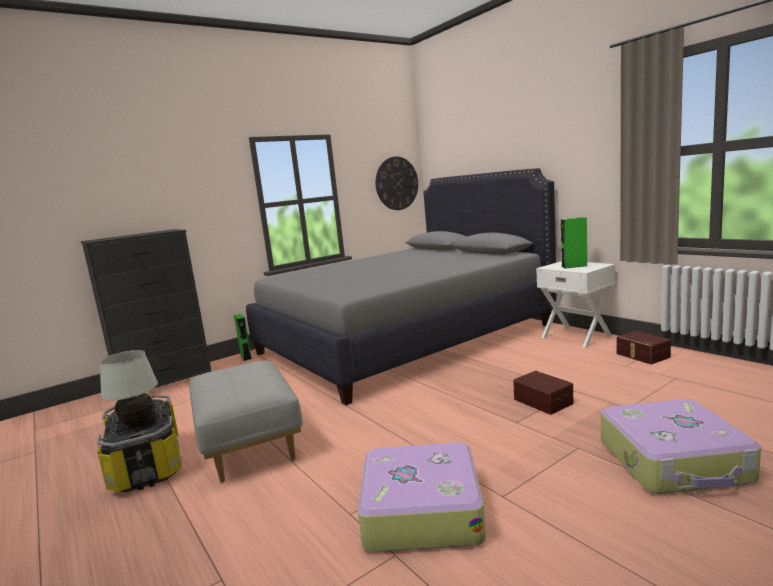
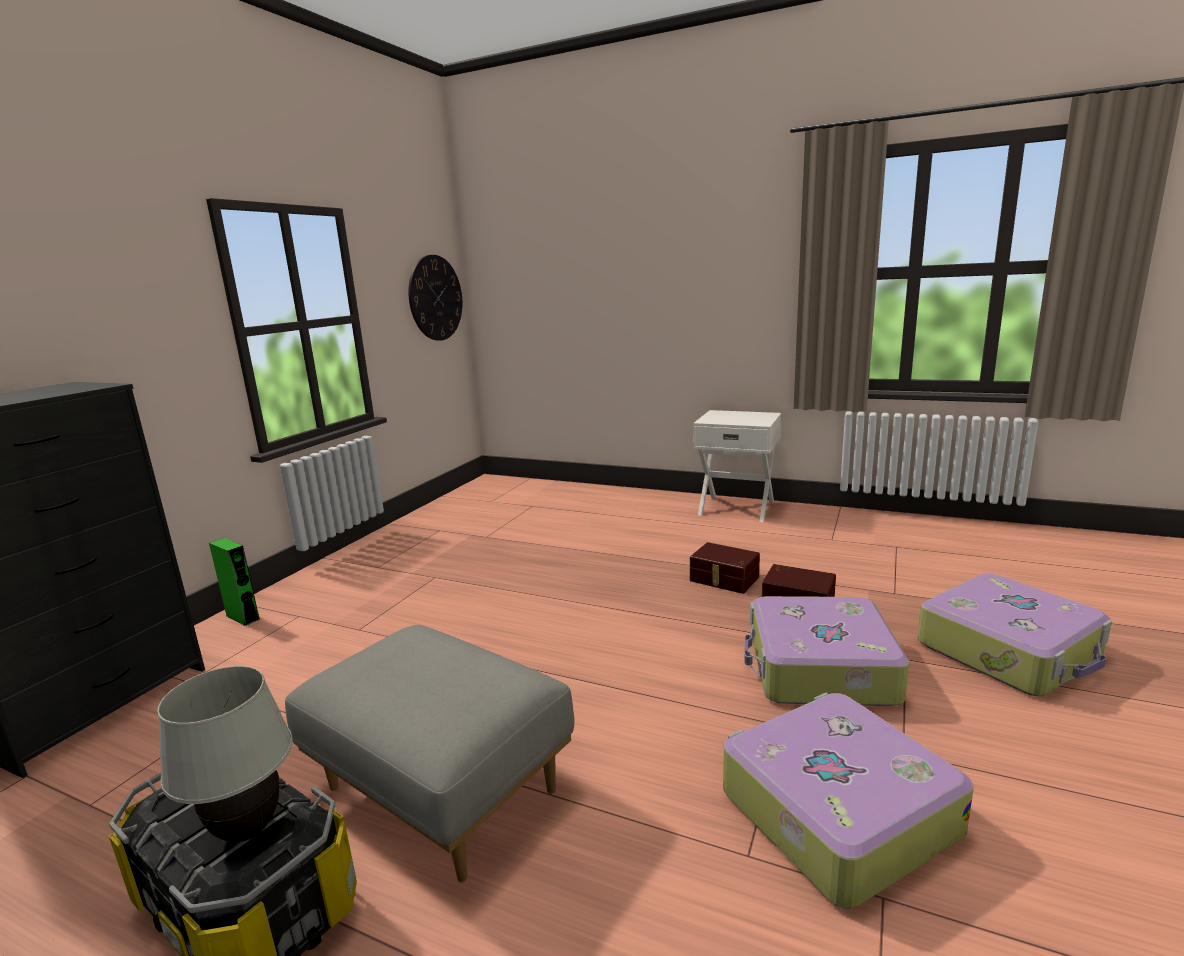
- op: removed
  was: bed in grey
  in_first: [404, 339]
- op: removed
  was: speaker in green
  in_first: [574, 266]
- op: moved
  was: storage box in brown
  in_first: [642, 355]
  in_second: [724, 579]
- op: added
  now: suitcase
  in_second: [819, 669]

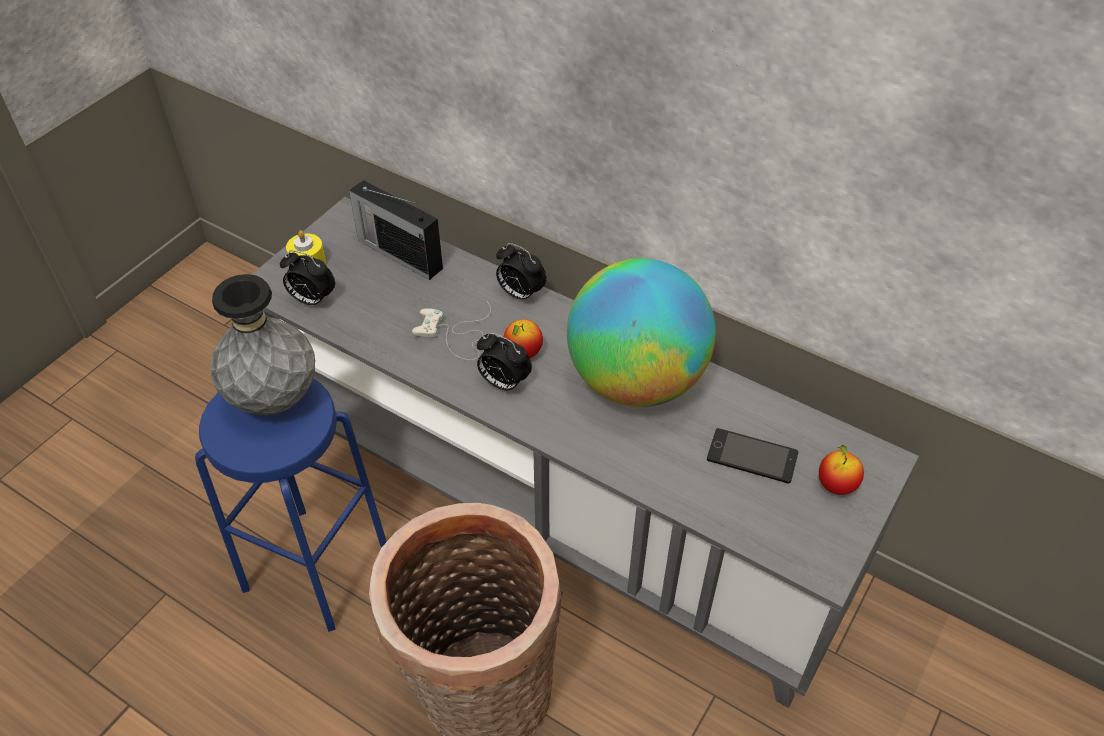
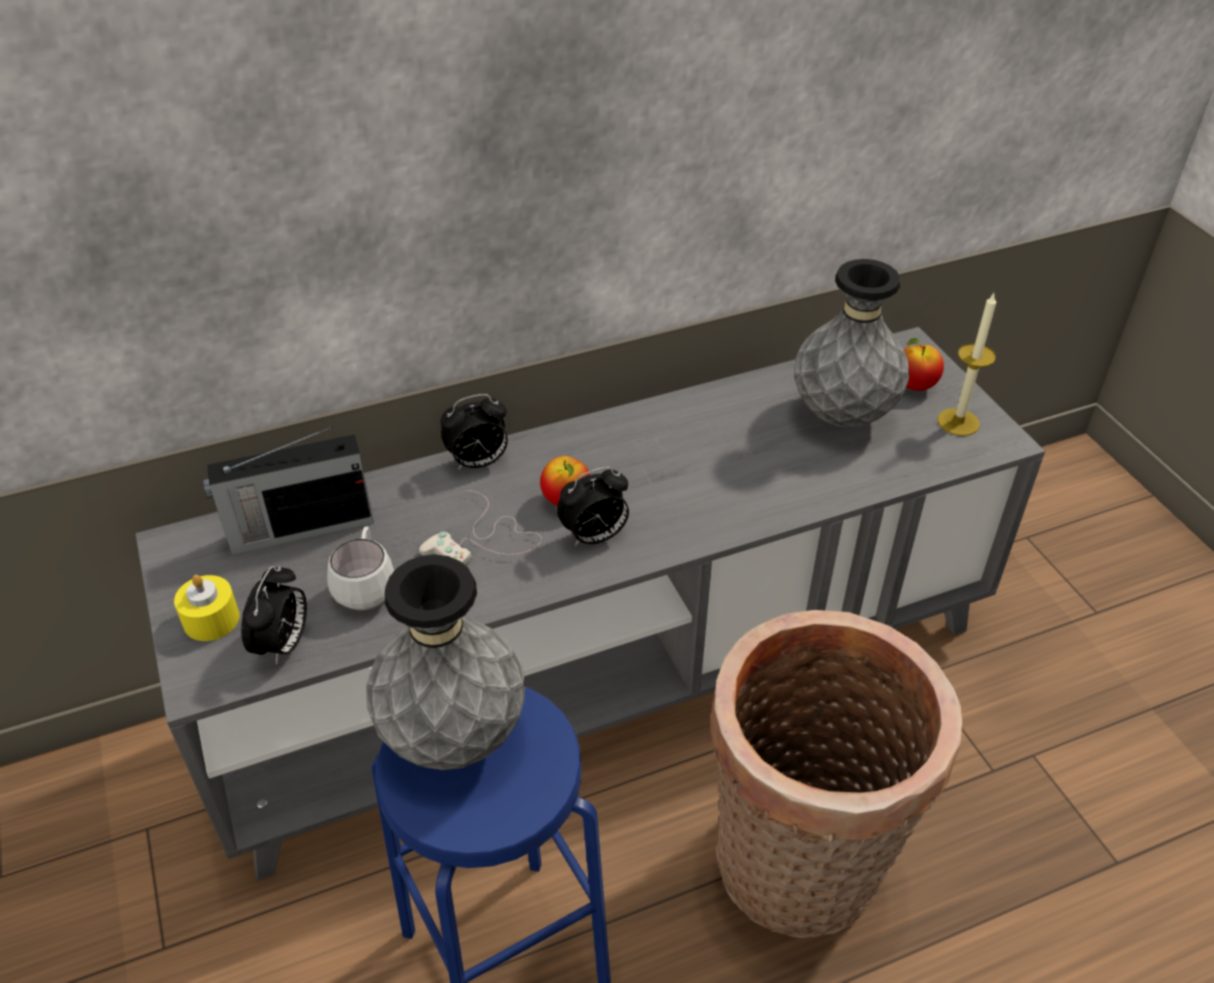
- op: turned
  was: alarm clock
  in_first: [312, 300]
  in_second: [283, 645]
  clockwise: -45
- op: removed
  was: globe
  in_first: [636, 380]
- op: replaced
  was: phone
  now: vase in grey
  in_first: [752, 456]
  in_second: [843, 416]
- op: added
  now: mug in white
  in_second: [367, 586]
- op: added
  now: candle
  in_second: [958, 422]

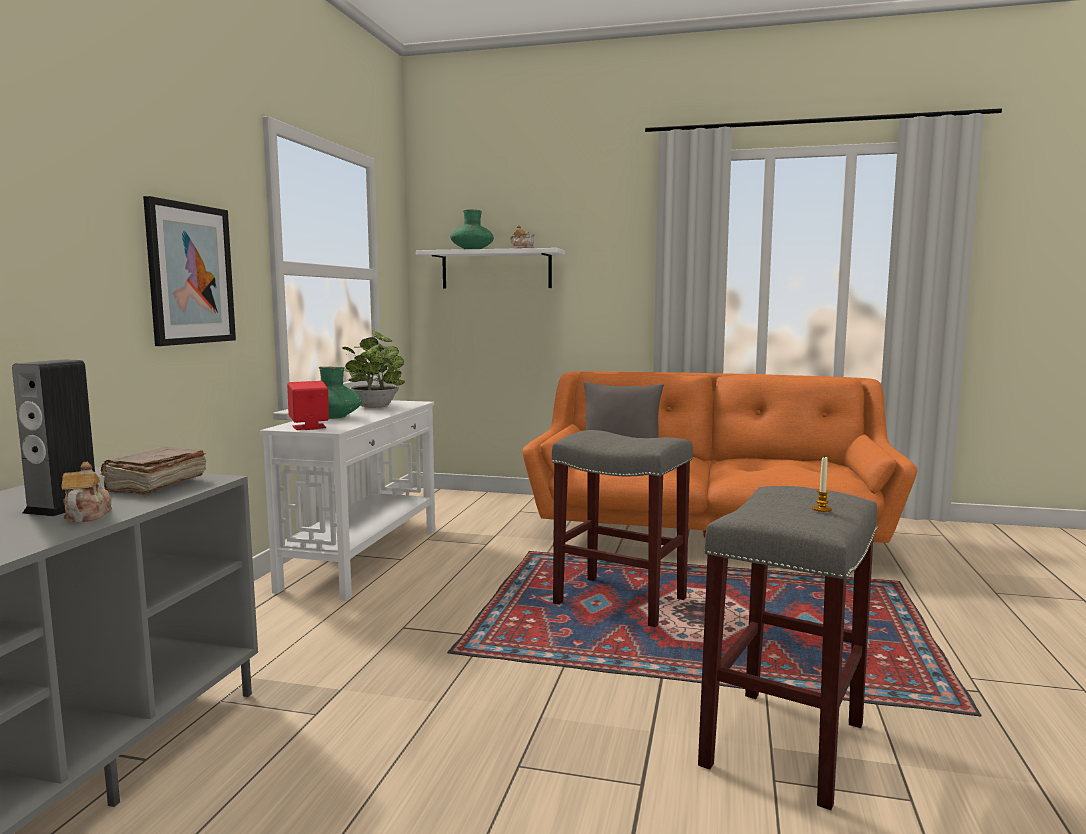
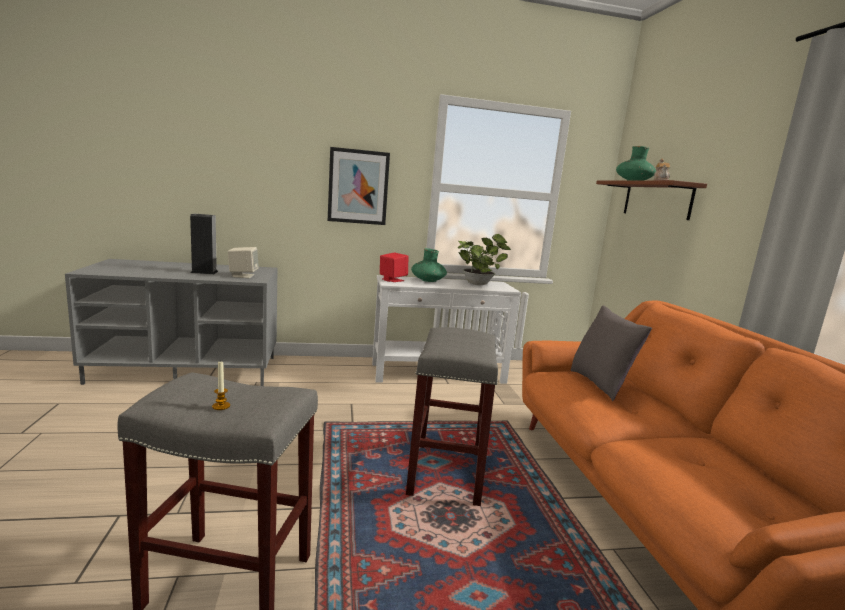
- op: removed
  was: teapot
  in_first: [87, 515]
- op: replaced
  was: book in brown
  now: speaker in beige
  in_first: [155, 485]
  in_second: [243, 276]
- op: recoloured
  was: shelf in white
  now: shelf in brown
  in_first: [496, 270]
  in_second: [656, 200]

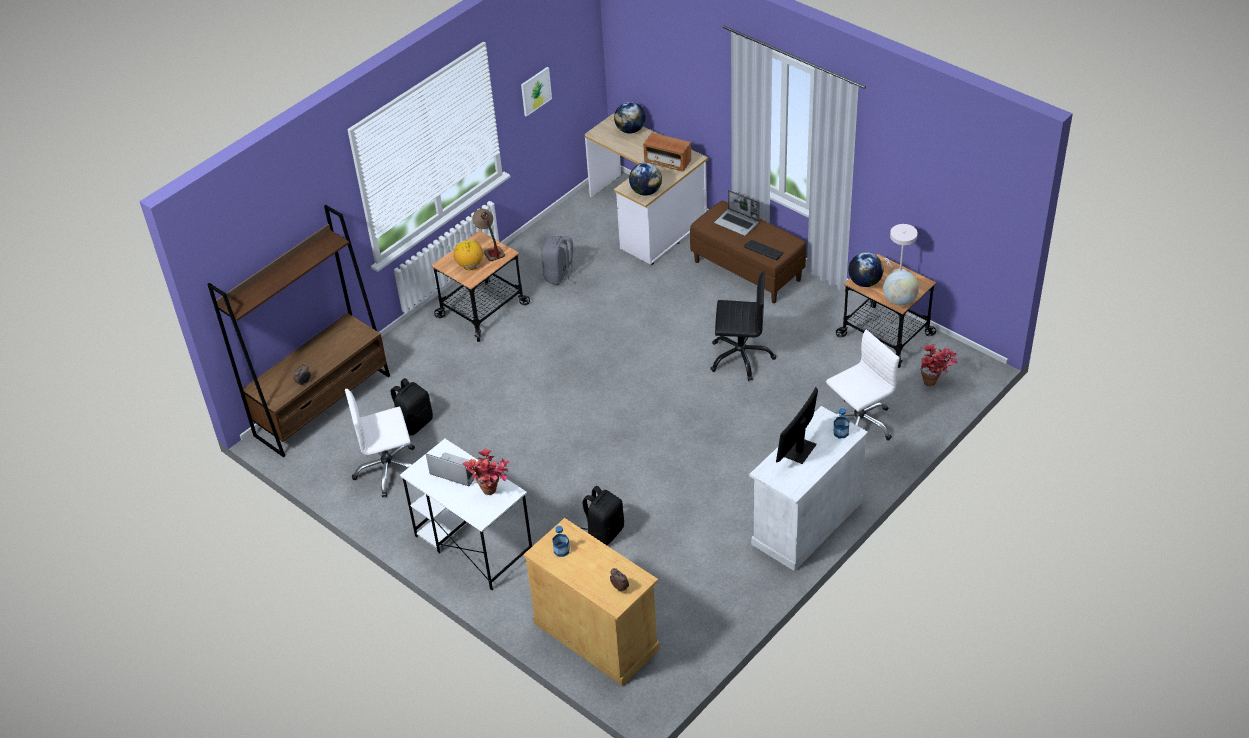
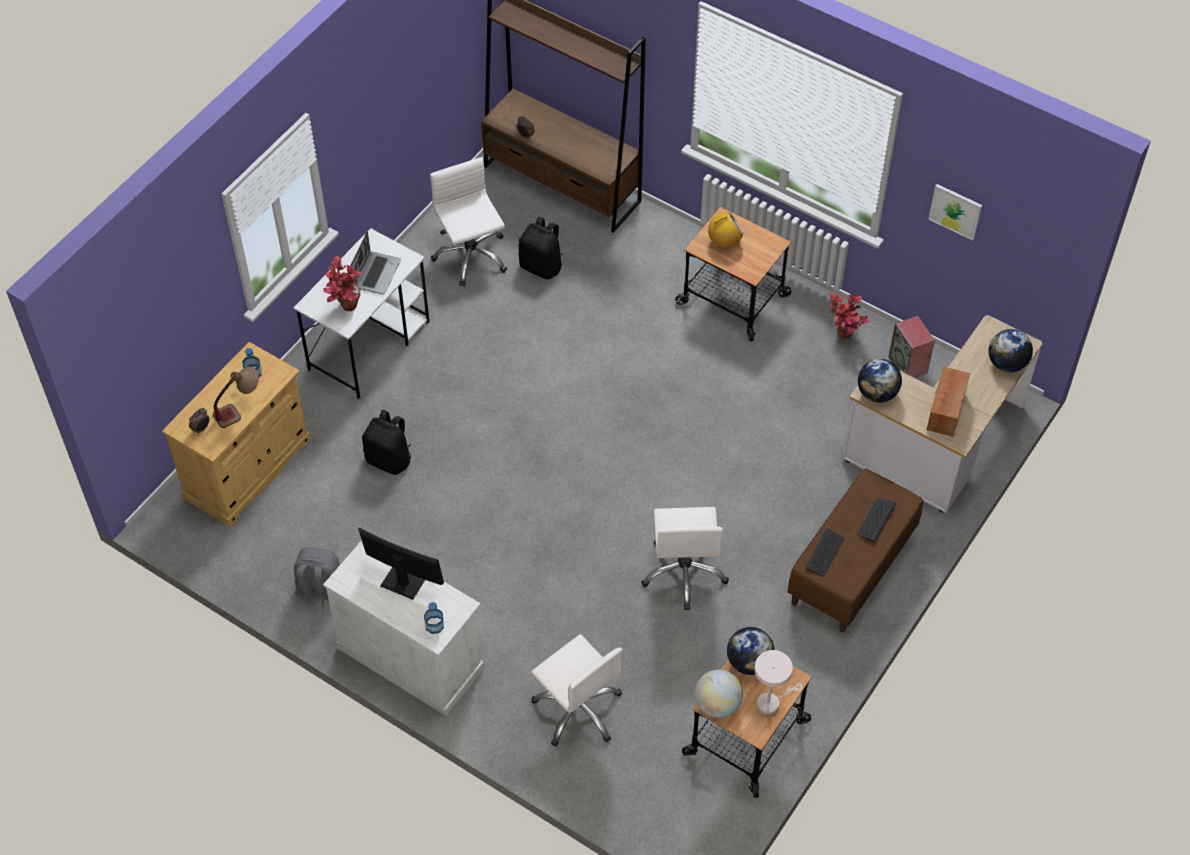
- op: moved
  was: table lamp
  in_first: [490, 248]
  in_second: [239, 410]
- op: moved
  was: backpack in grey
  in_first: [560, 276]
  in_second: [320, 592]
- op: recoloured
  was: office chair in black
  now: office chair in white
  in_first: [741, 357]
  in_second: [684, 572]
- op: replaced
  was: laptop
  now: keyboard
  in_first: [737, 223]
  in_second: [876, 520]
- op: moved
  was: potted plant
  in_first: [934, 383]
  in_second: [844, 338]
- op: added
  now: speaker
  in_second: [908, 365]

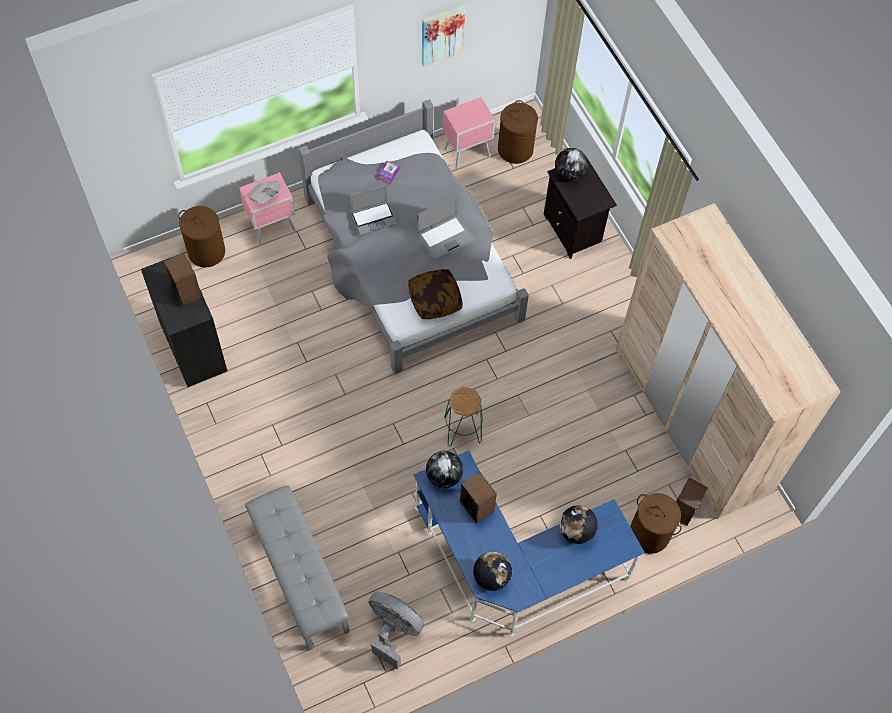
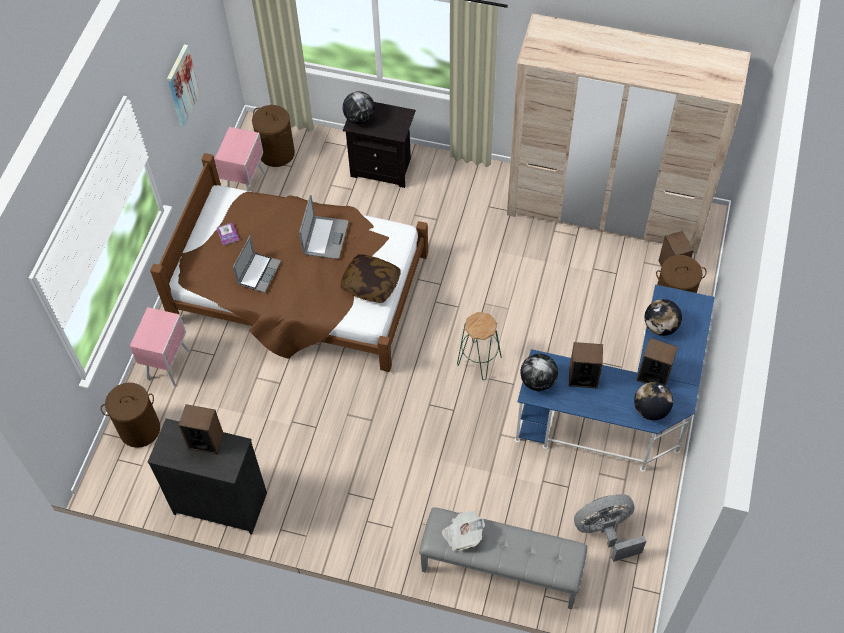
- op: moved
  was: newspaper
  in_first: [265, 196]
  in_second: [462, 535]
- op: recoloured
  was: bed in grey
  now: bed in brown
  in_first: [411, 260]
  in_second: [301, 289]
- op: added
  now: speaker
  in_second: [653, 375]

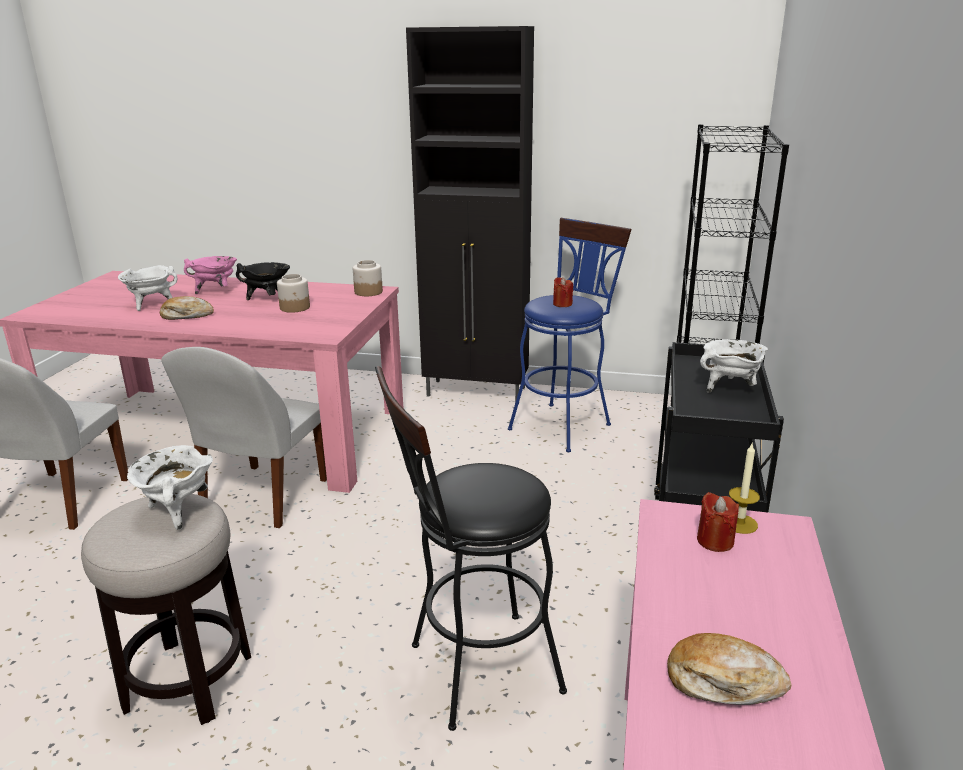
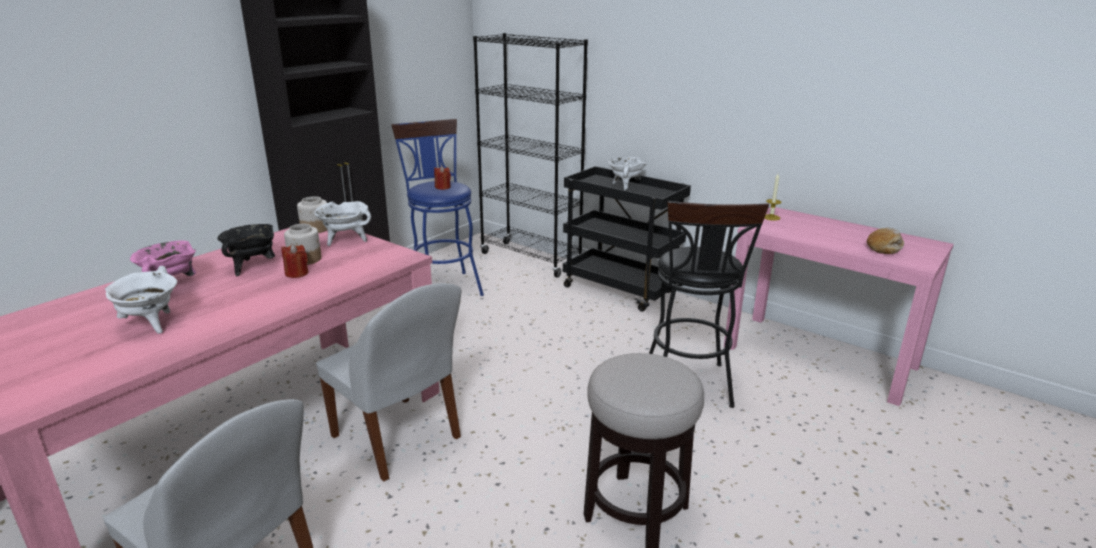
- op: moved
  was: cooking pot in white
  in_first: [178, 511]
  in_second: [345, 240]
- op: removed
  was: bread
  in_first: [186, 315]
- op: moved
  was: candle in red
  in_first: [715, 541]
  in_second: [296, 273]

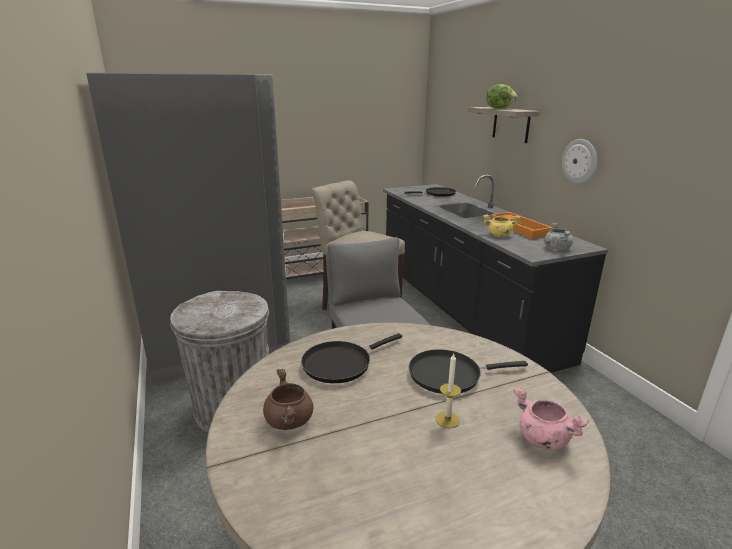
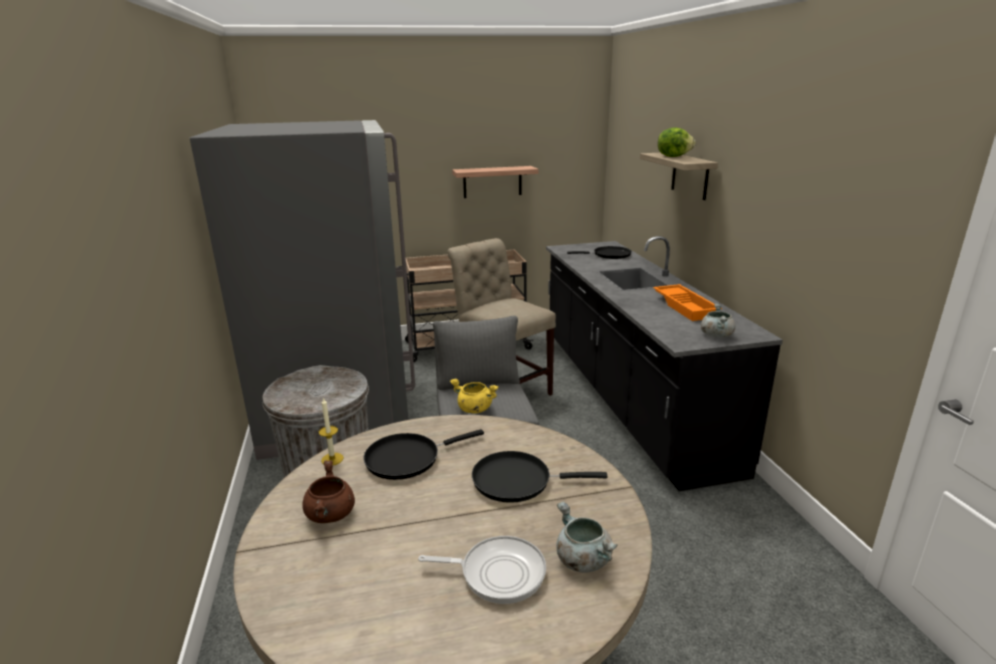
- op: moved
  was: candle
  in_first: [447, 420]
  in_second: [332, 459]
- op: moved
  was: cooking pot in yellow
  in_first: [499, 235]
  in_second: [474, 409]
- op: recoloured
  was: cooking pot in pink
  now: cooking pot in grey
  in_first: [542, 438]
  in_second: [582, 559]
- op: removed
  was: wall clock
  in_first: [579, 161]
- op: added
  now: frying pan
  in_second: [497, 573]
- op: added
  now: shelf
  in_second: [492, 182]

